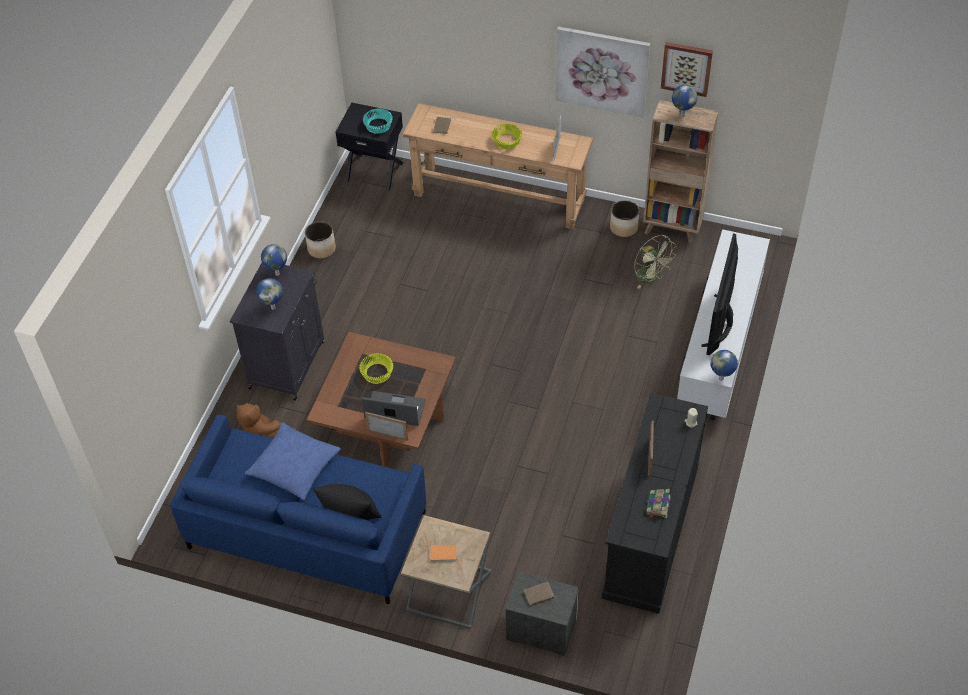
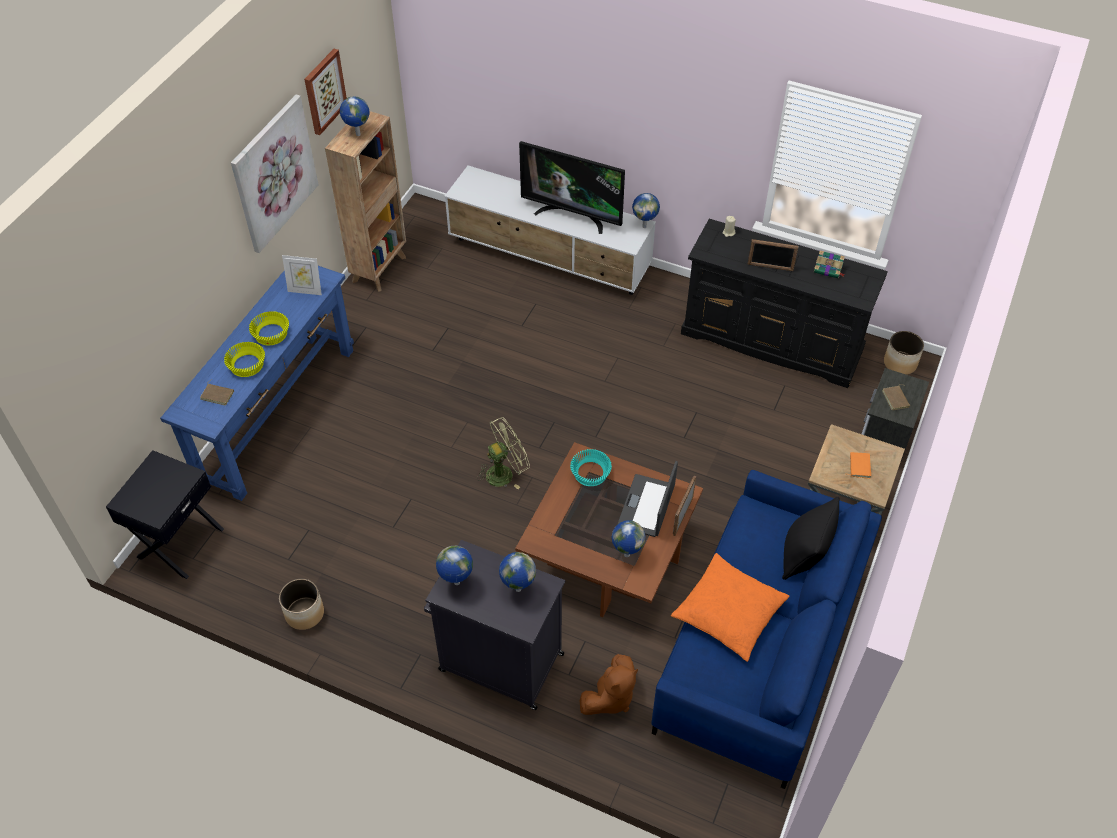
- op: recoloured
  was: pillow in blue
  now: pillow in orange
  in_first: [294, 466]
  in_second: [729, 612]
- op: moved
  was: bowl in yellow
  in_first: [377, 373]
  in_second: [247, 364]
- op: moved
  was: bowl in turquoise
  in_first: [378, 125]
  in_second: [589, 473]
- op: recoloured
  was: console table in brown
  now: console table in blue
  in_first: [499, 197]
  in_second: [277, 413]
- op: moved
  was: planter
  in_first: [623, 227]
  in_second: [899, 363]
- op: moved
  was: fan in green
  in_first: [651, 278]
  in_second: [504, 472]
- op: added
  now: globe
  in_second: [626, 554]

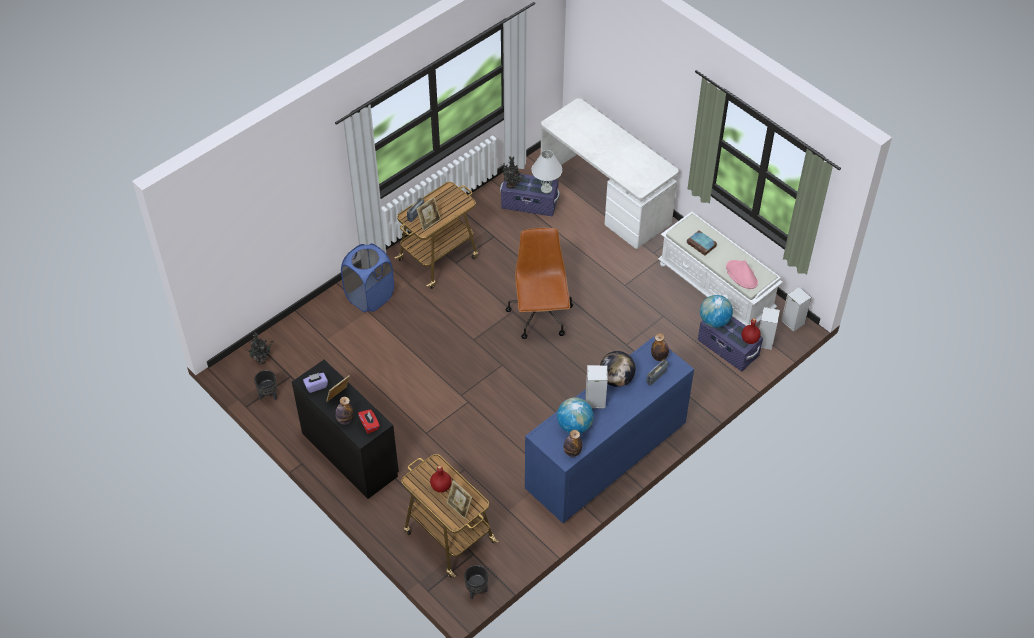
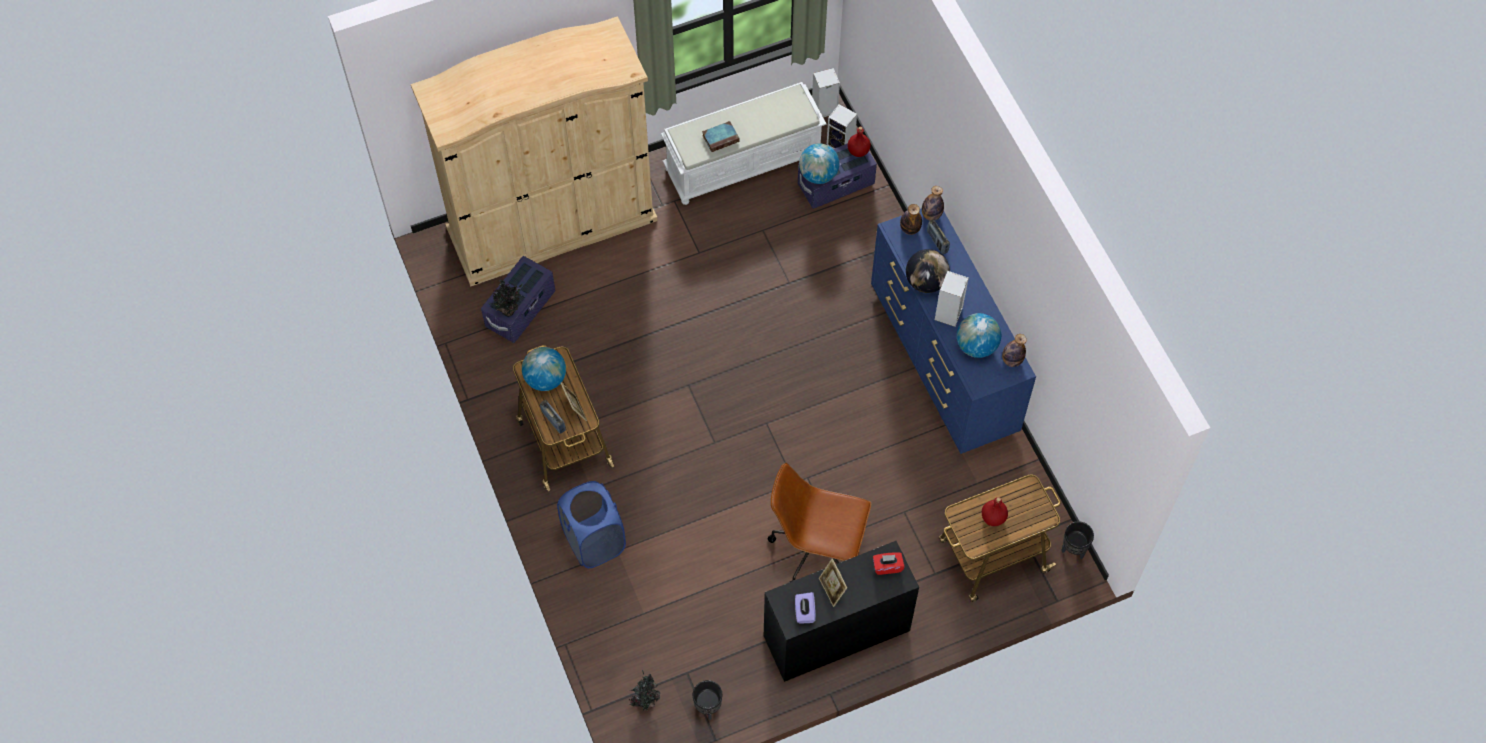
- op: moved
  was: bottle
  in_first: [345, 420]
  in_second: [931, 215]
- op: removed
  was: picture frame
  in_first: [459, 507]
- op: moved
  was: office chair in brown
  in_first: [540, 316]
  in_second: [817, 550]
- op: removed
  was: table lamp in white
  in_first: [546, 189]
- op: replaced
  was: desk in white
  now: wardrobe in beige
  in_first: [605, 199]
  in_second: [551, 224]
- op: removed
  was: hat in pink
  in_first: [742, 275]
- op: added
  now: globe
  in_second: [545, 379]

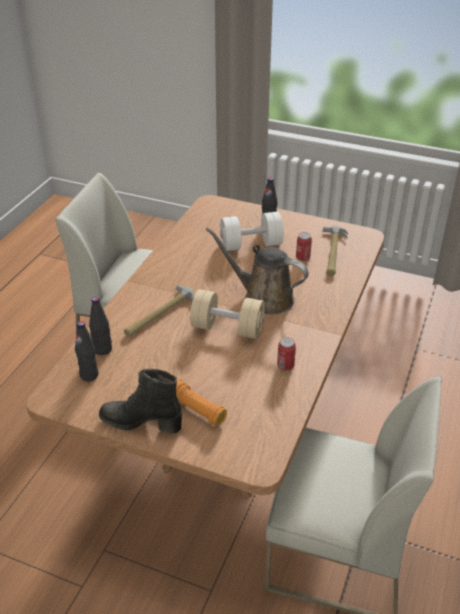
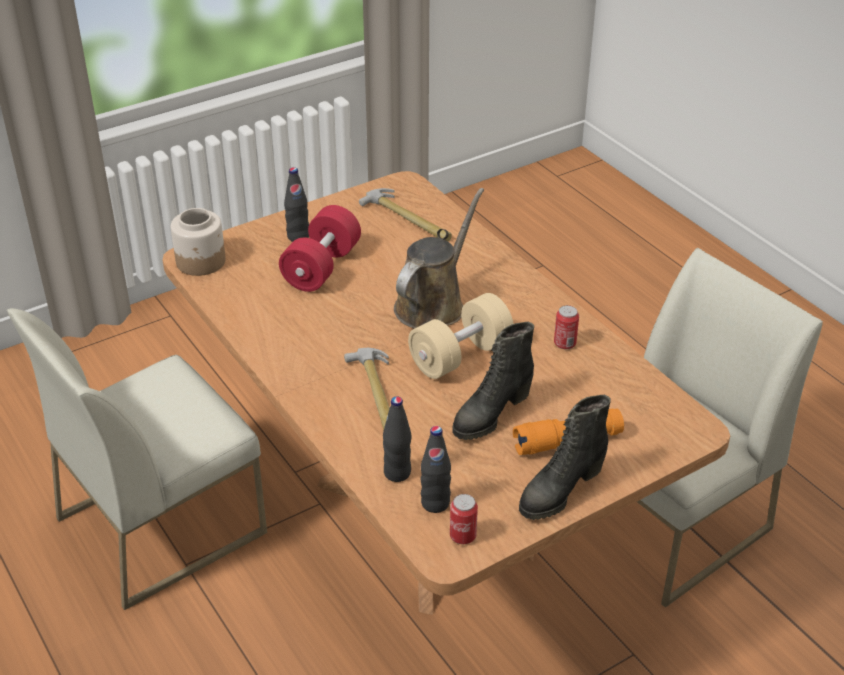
- op: turned
  was: watering can in brown
  in_first: [263, 297]
  in_second: [433, 304]
  clockwise: 150
- op: recoloured
  was: dumbbell in white
  now: dumbbell in red
  in_first: [251, 245]
  in_second: [321, 267]
- op: moved
  was: can
  in_first: [303, 257]
  in_second: [463, 536]
- op: added
  now: jar
  in_second: [201, 262]
- op: added
  now: boot in black
  in_second: [490, 414]

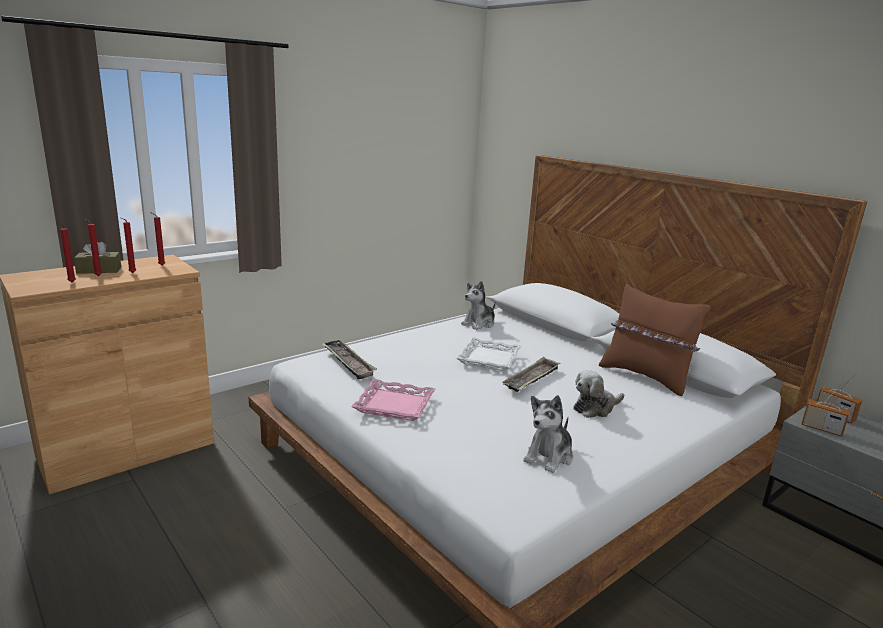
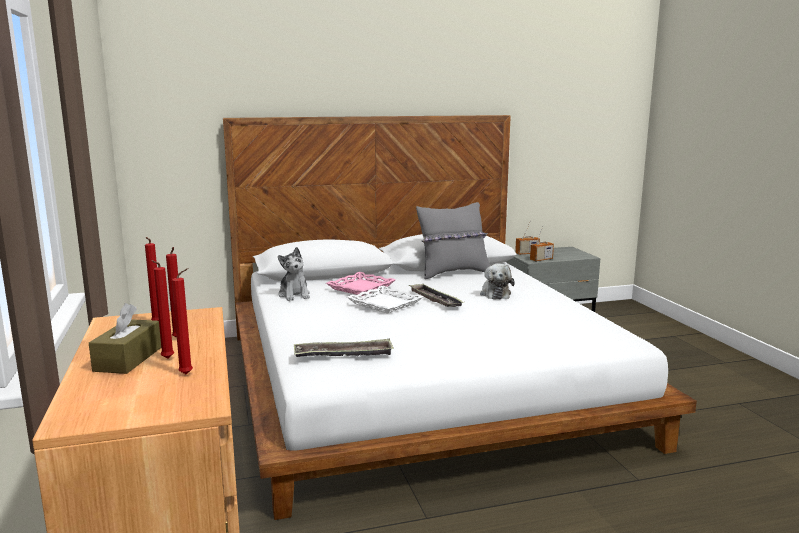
- op: moved
  was: tray in pink
  in_first: [395, 405]
  in_second: [360, 288]
- op: removed
  was: plush toy
  in_first: [549, 456]
- op: recoloured
  was: pillow in brown
  now: pillow in grey
  in_first: [645, 377]
  in_second: [453, 273]

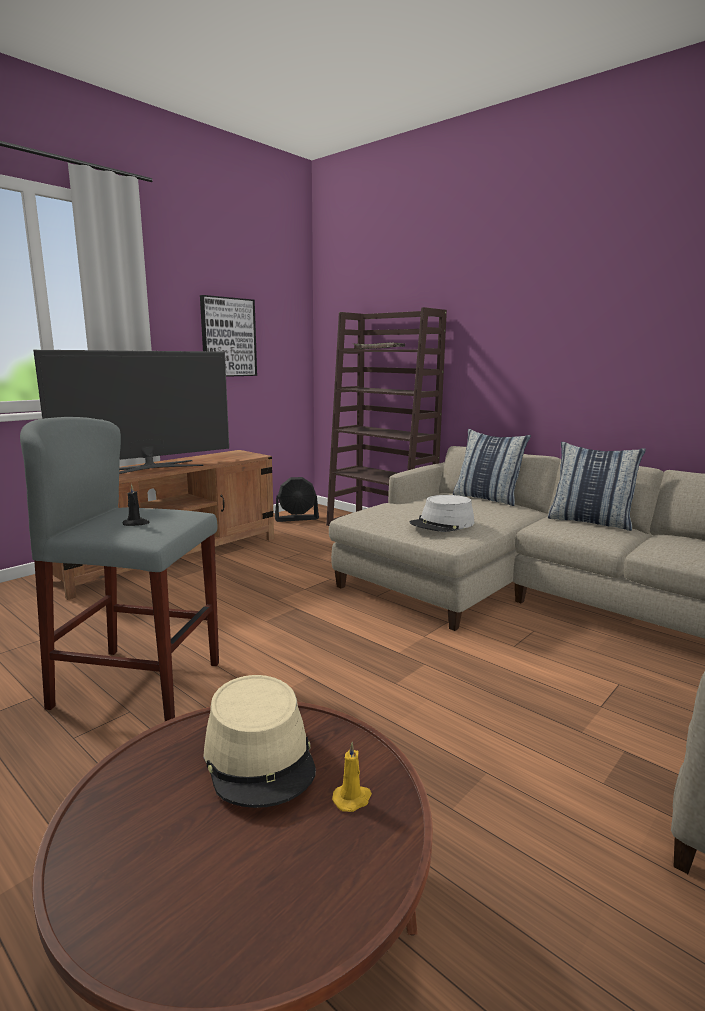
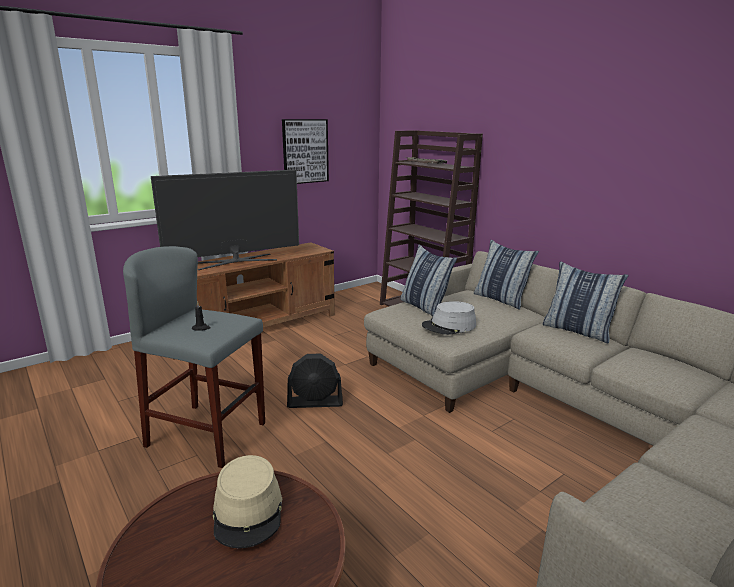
- op: moved
  was: fan in black
  in_first: [296, 518]
  in_second: [315, 402]
- op: removed
  was: candle in yellow
  in_first: [352, 799]
- op: added
  now: pillow
  in_second: [424, 307]

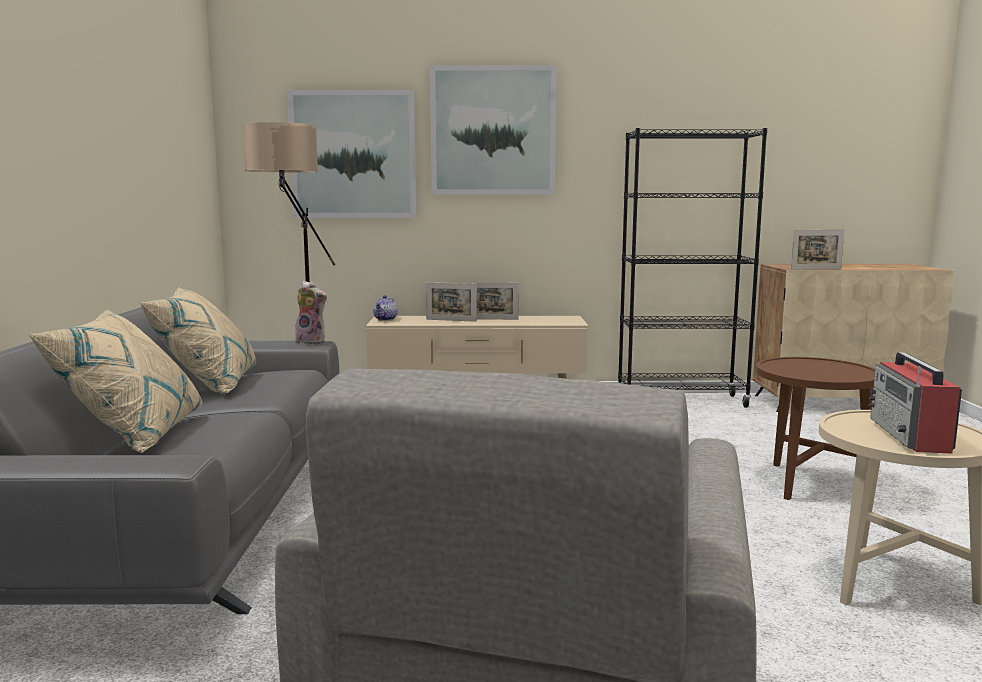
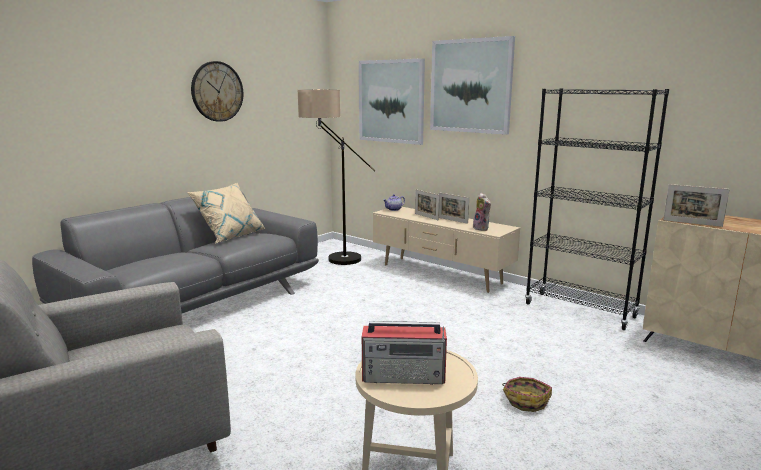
- op: removed
  was: pillow in beige
  in_first: [133, 435]
- op: moved
  was: plush toy
  in_first: [312, 341]
  in_second: [482, 228]
- op: replaced
  was: side table in brown
  now: basket
  in_first: [808, 484]
  in_second: [526, 400]
- op: turned
  was: radio
  in_first: [910, 435]
  in_second: [404, 376]
  clockwise: -135
- op: added
  now: wall clock
  in_second: [217, 91]

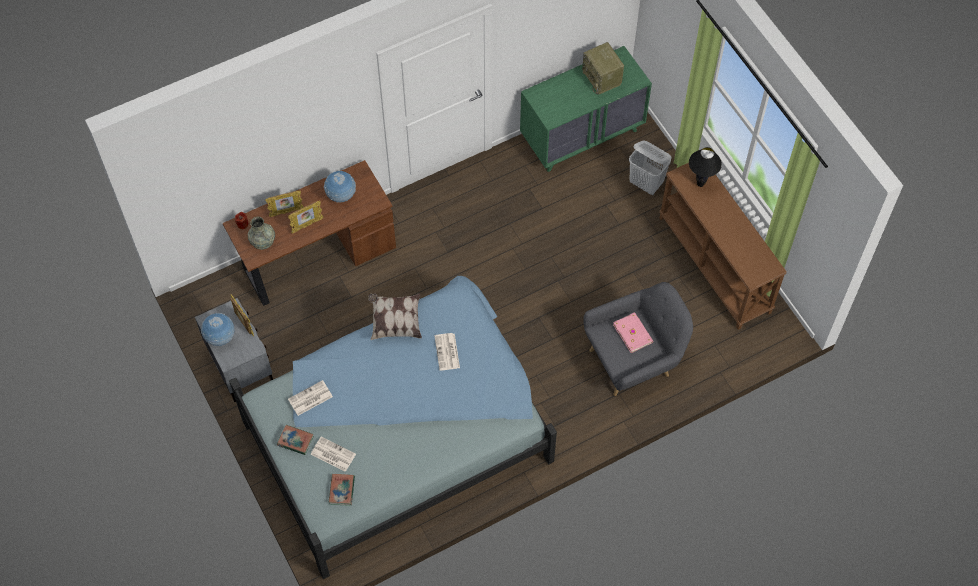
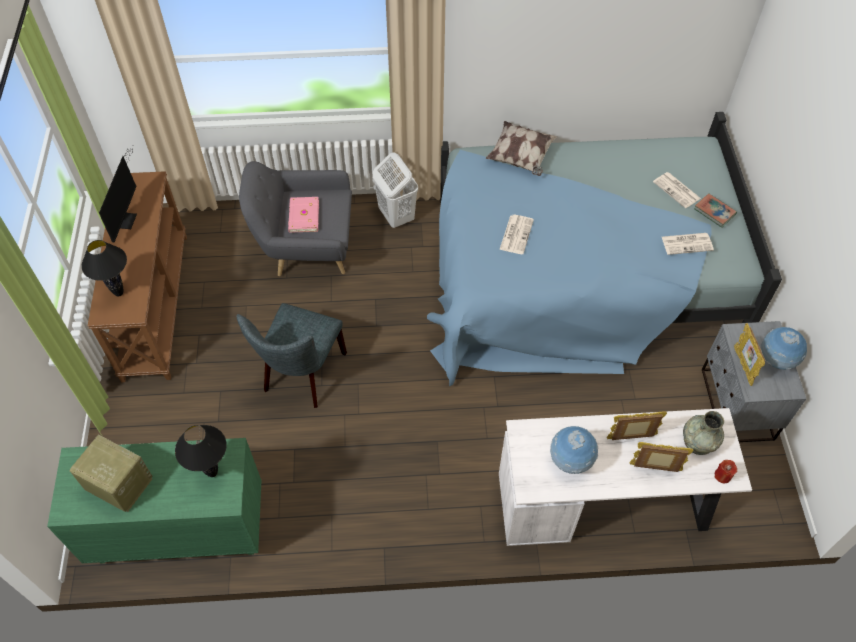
- op: recoloured
  was: desk in brown
  now: desk in white
  in_first: [315, 257]
  in_second: [606, 504]
- op: removed
  was: book
  in_first: [342, 490]
- op: moved
  was: pillow
  in_first: [395, 321]
  in_second: [520, 158]
- op: turned
  was: radio
  in_first: [602, 78]
  in_second: [118, 484]
  clockwise: -60
- op: moved
  was: laundry basket in white
  in_first: [646, 184]
  in_second: [396, 216]
- op: added
  now: monitor
  in_second: [126, 218]
- op: added
  now: table lamp in black
  in_second: [213, 473]
- op: added
  now: chair in grey
  in_second: [302, 376]

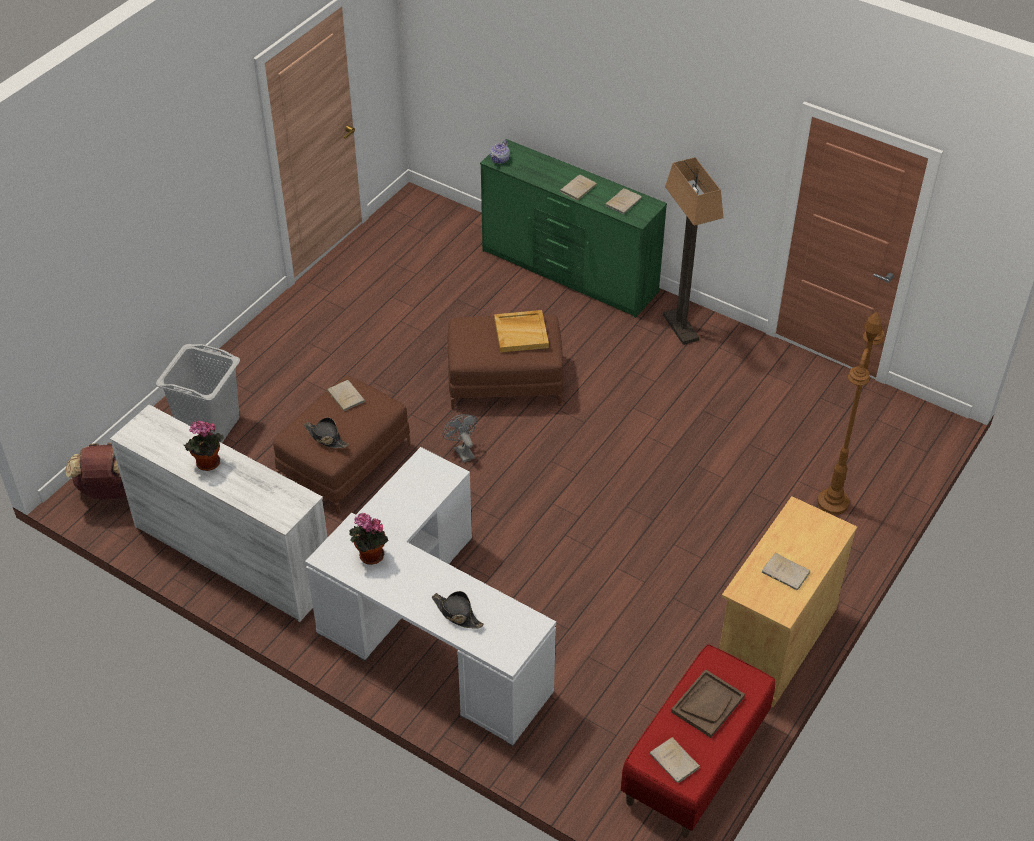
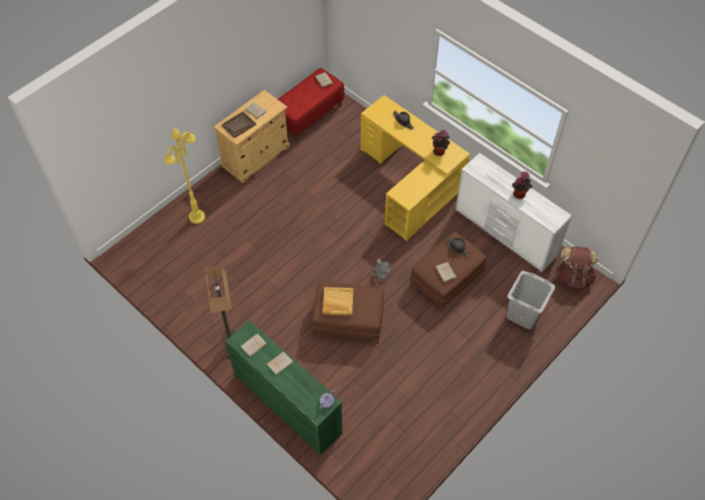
- op: recoloured
  was: desk in white
  now: desk in yellow
  in_first: [428, 631]
  in_second: [412, 182]
- op: moved
  was: tray in brown
  in_first: [707, 704]
  in_second: [239, 125]
- op: recoloured
  was: floor lamp in brown
  now: floor lamp in yellow
  in_first: [833, 503]
  in_second: [197, 217]

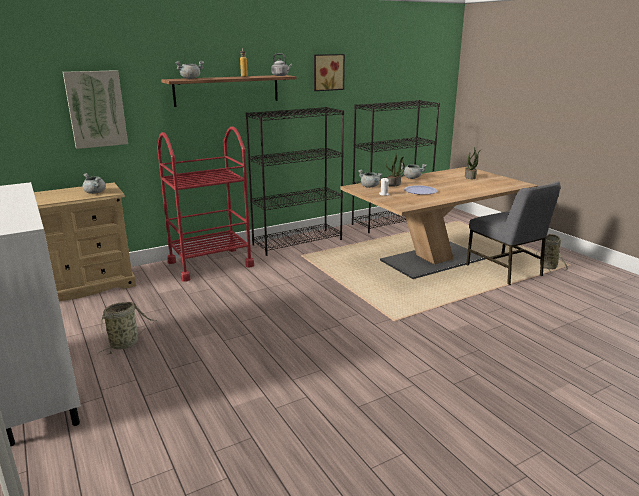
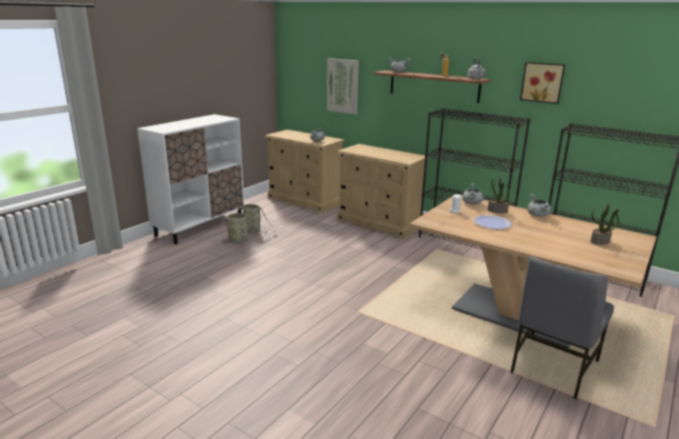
- op: replaced
  was: cart in red
  now: dresser in beige
  in_first: [210, 264]
  in_second: [379, 223]
- op: moved
  was: basket
  in_first: [547, 266]
  in_second: [239, 241]

